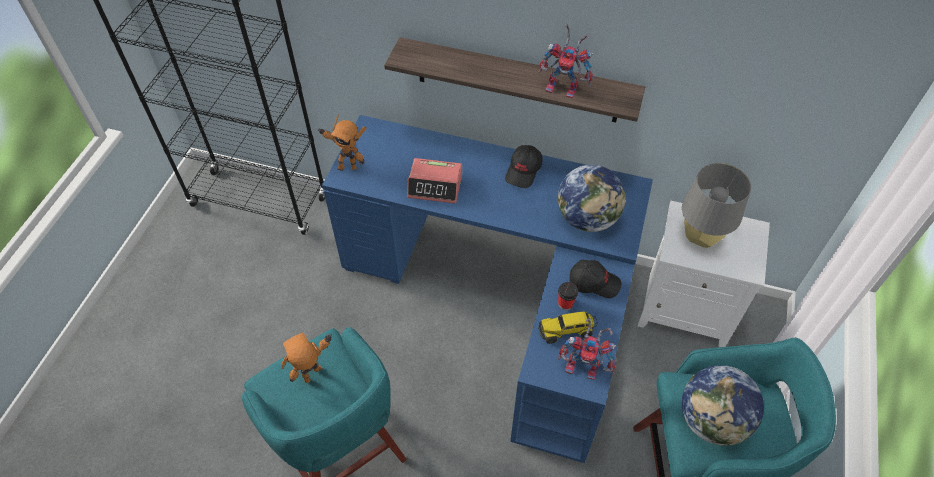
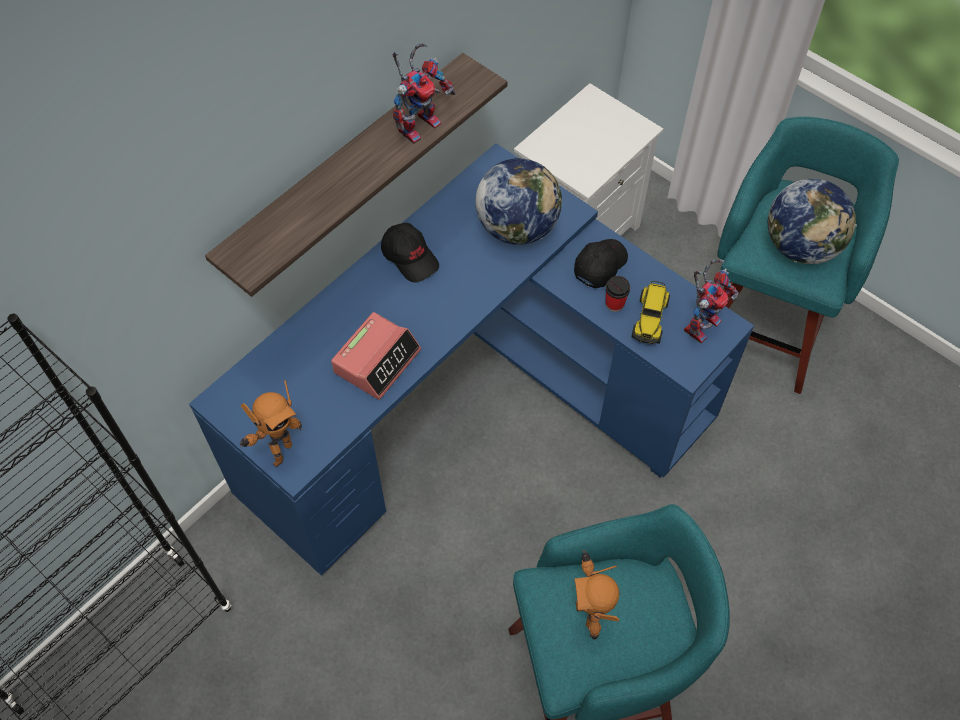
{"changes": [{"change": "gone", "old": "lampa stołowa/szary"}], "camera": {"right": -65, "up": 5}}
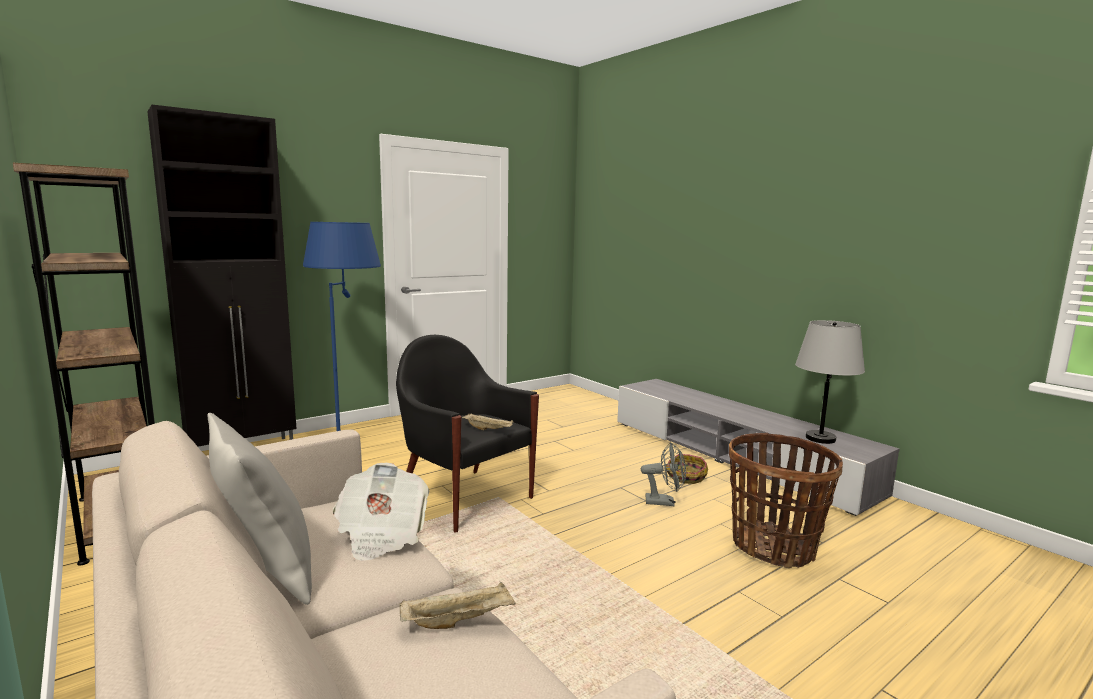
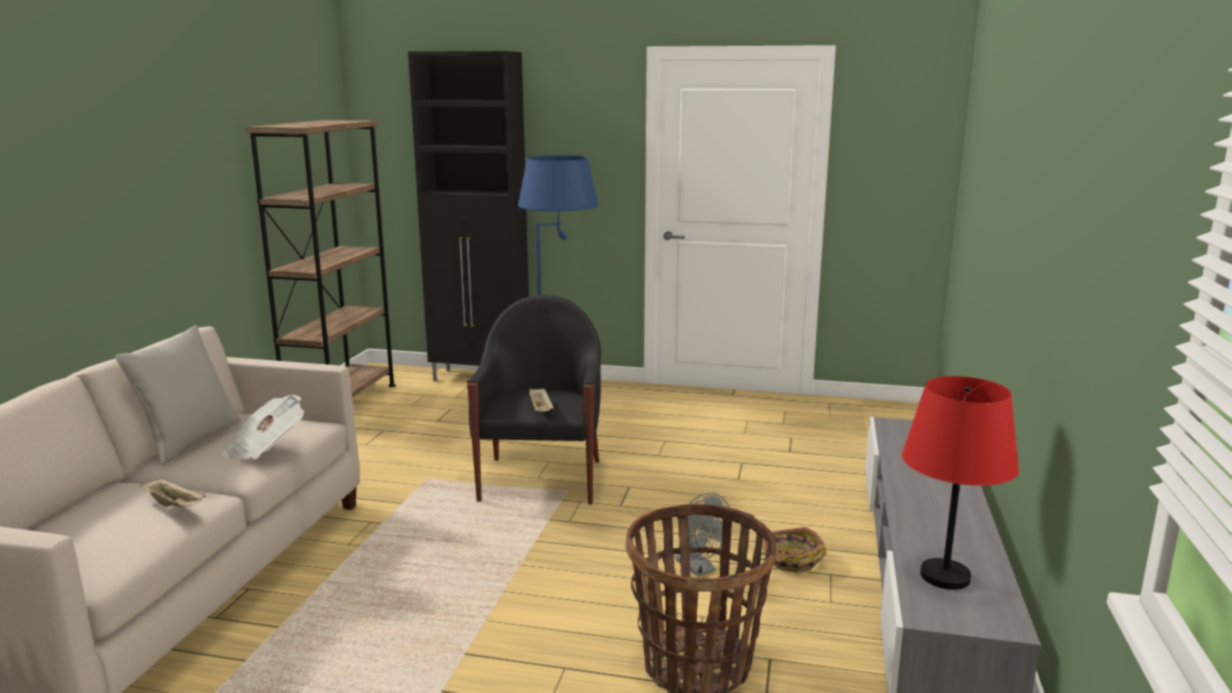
{"changes": [{"change": "repainted", "old": "lampa stołowa/szary", "new": "lampa stołowa/czerwony"}], "camera": {"right": 50, "up": 5}}
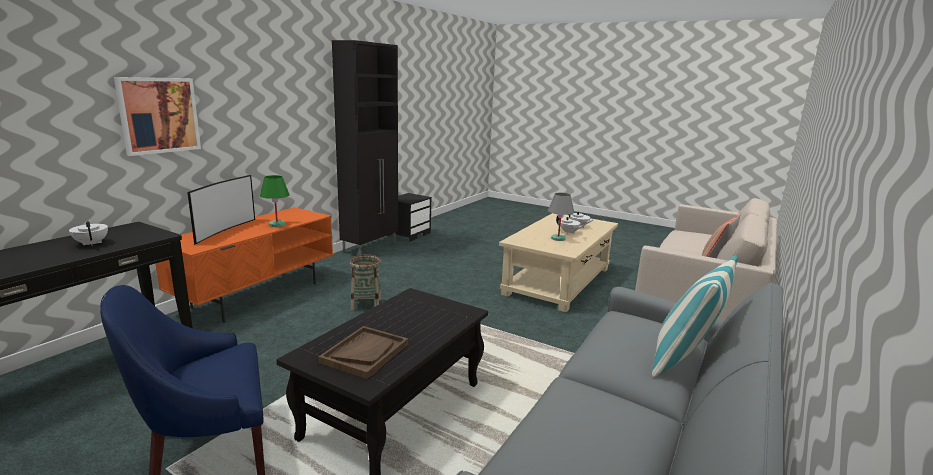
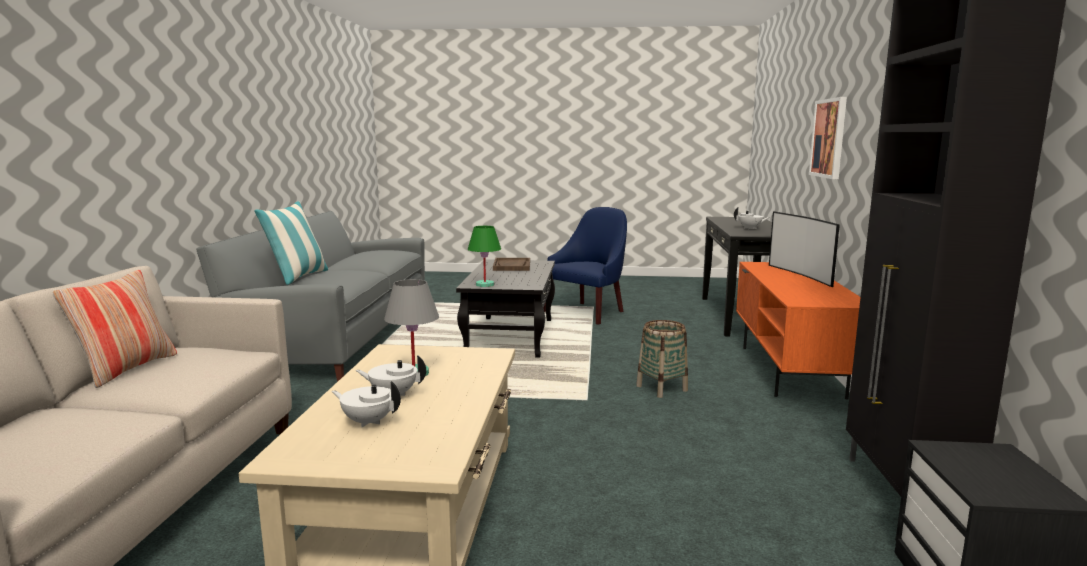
{"changes": [{"change": "shifted", "old": "lampa stołowa/zielony"}], "camera": {"right": 155, "up": -5}}
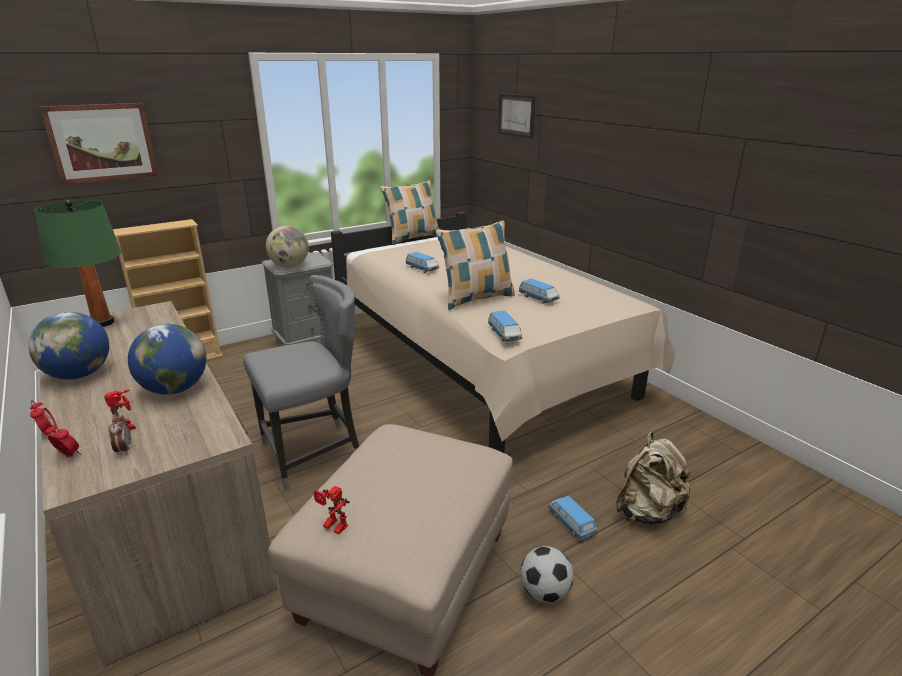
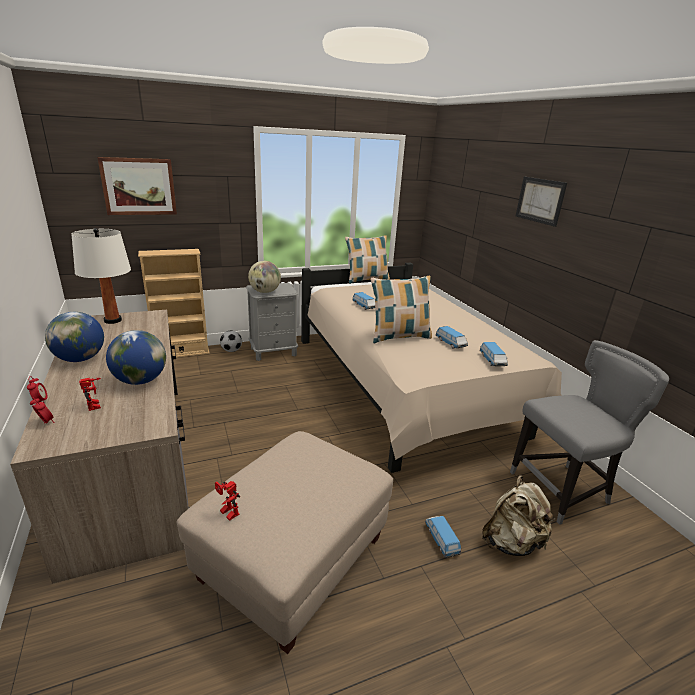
{"changes": [{"change": "repainted", "old": "lampa stołowa/zielony", "new": "lampa stołowa/biały"}, {"change": "gone", "old": "budzik (no. 3 from left)"}, {"change": "shifted", "old": "krzesło/szary"}, {"change": "shifted", "old": "samochodzik (no. 2 from left in the first image)", "new": "samochodzik (no. 4 from left)"}, {"change": "shifted", "old": "obraz (no. 2 from left)"}, {"change": "shifted", "old": "piłka futbolowa"}], "camera": {"right": 10, "up": 0}}
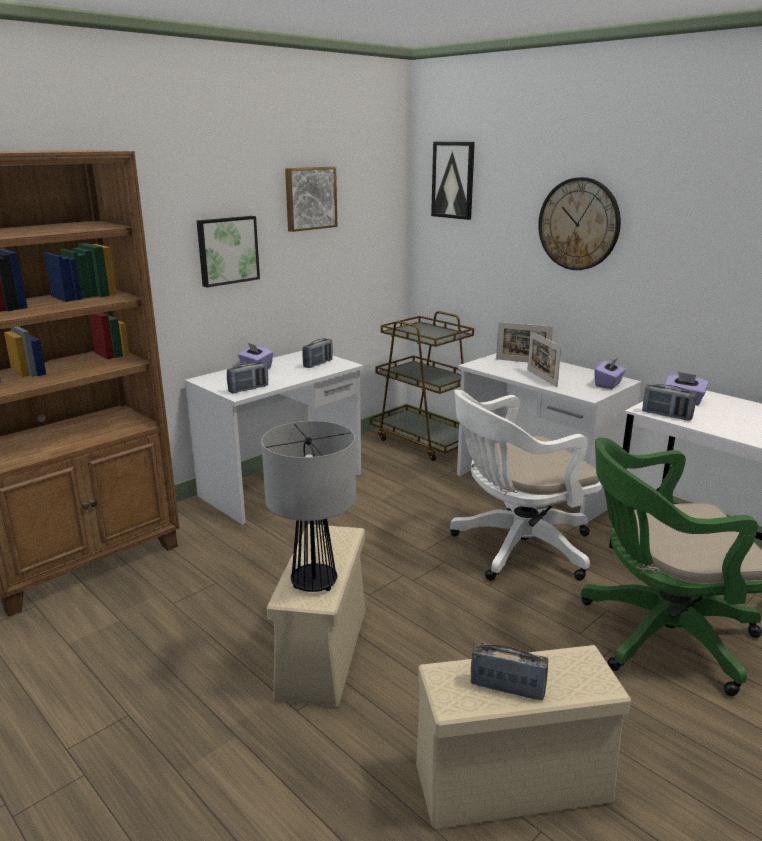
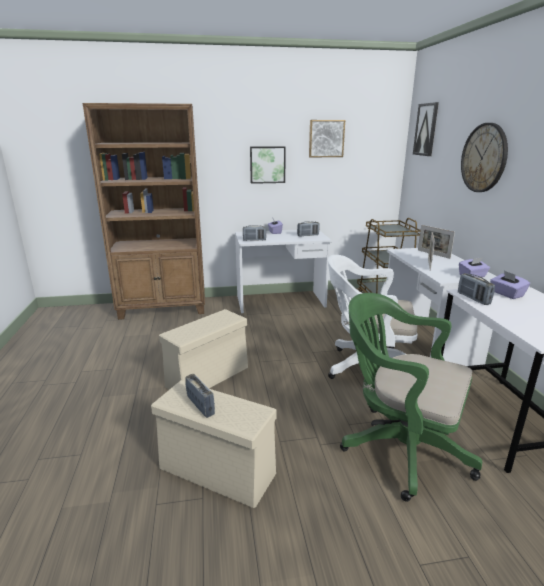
{"changes": [{"change": "gone", "old": "lampa stołowa"}], "camera": {"right": 35, "up": 0}}
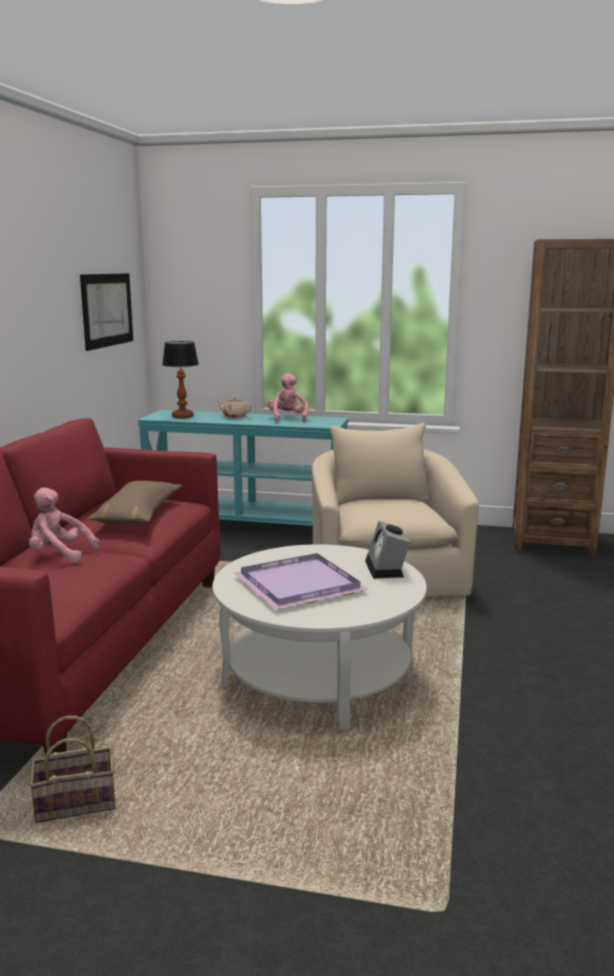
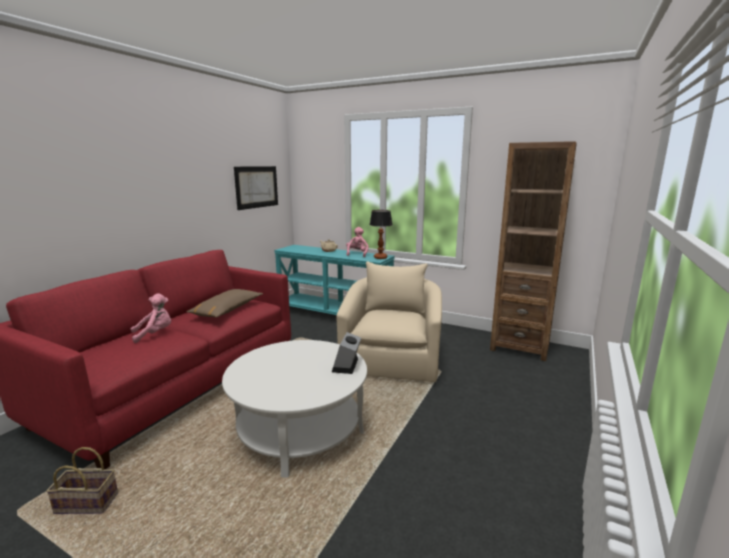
{"changes": [{"change": "rotated", "old": "pluszak/różowy (no. 1 from left)", "degrees": 120}, {"change": "shifted", "old": "lampa stołowa"}, {"change": "gone", "old": "taca/fioletowy"}], "camera": {"right": 15, "up": 0}}
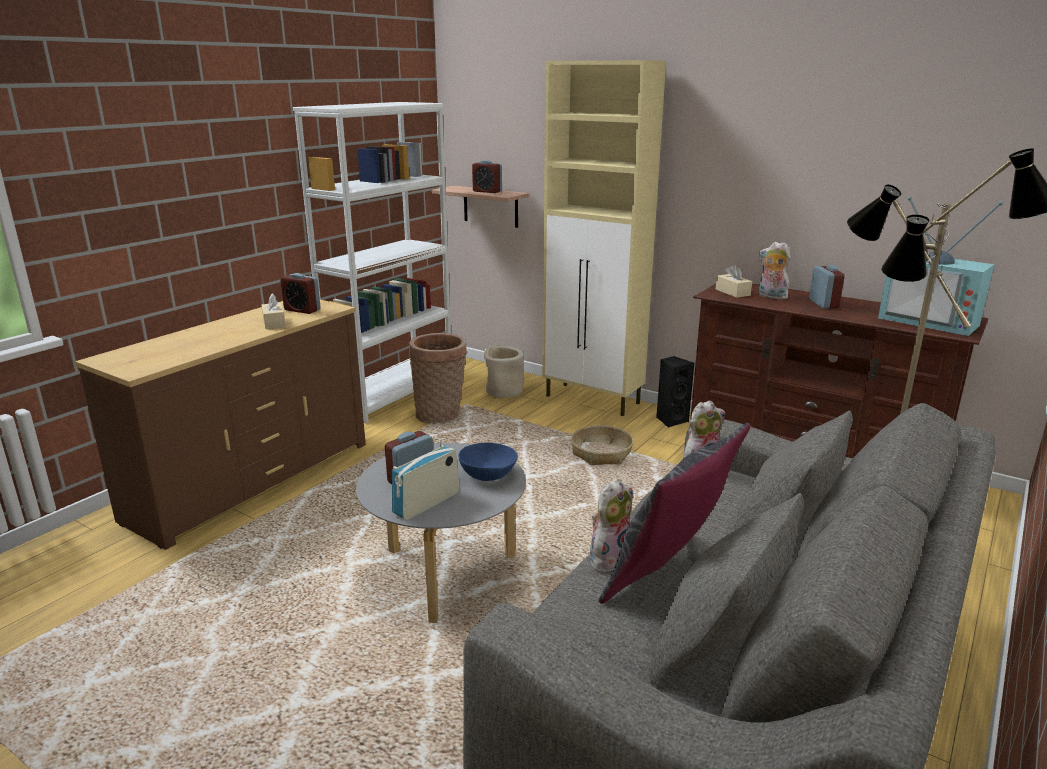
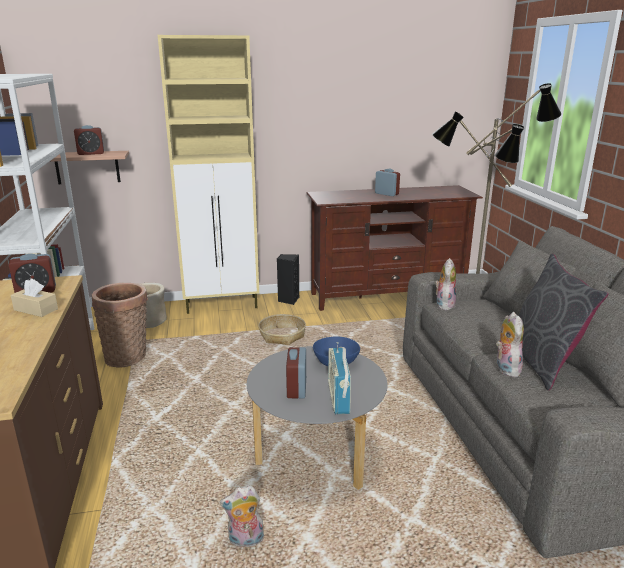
{"changes": [{"change": "gone", "old": "pudełko chusteczek/beżowy (no. 2 from left)"}, {"change": "shifted", "old": "pluszak (no. 3 from left in the first image)", "new": "pluszak (no. 1 from left)"}, {"change": "gone", "old": "telewizor"}], "camera": {"right": -45, "up": 0}}
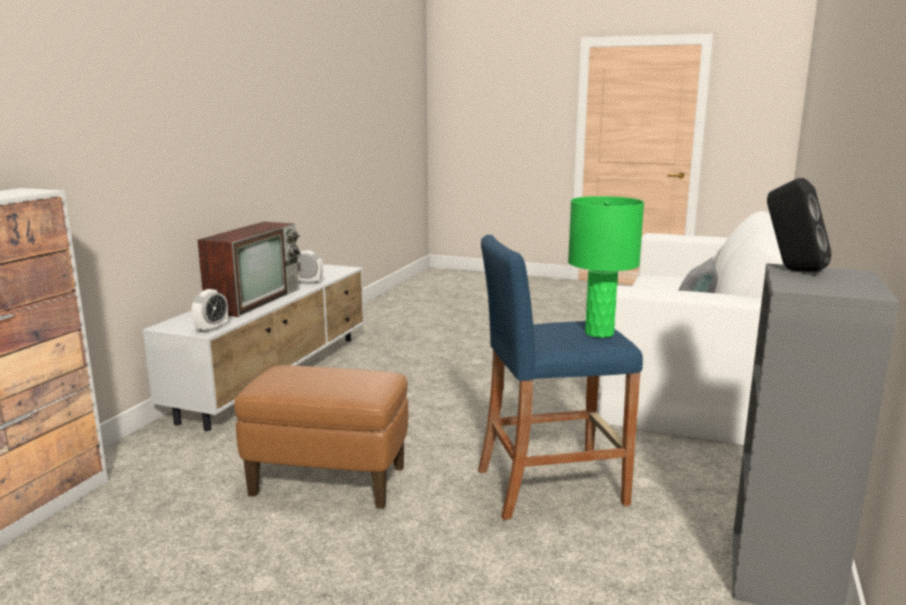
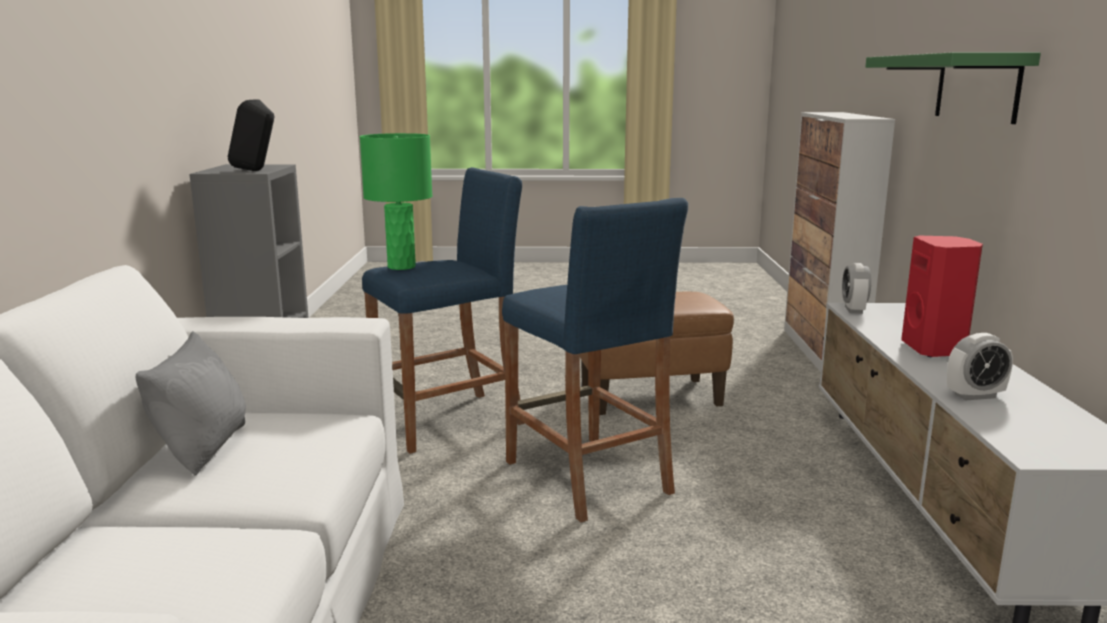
{"changes": [{"change": "swapped", "old": "telewizor", "new": "głośnik/czerwony"}, {"change": "new", "new": "stołek/niebieski (no. 2 from left)"}, {"change": "new", "new": "półka/zielony"}], "camera": {"right": 160, "up": 0}}
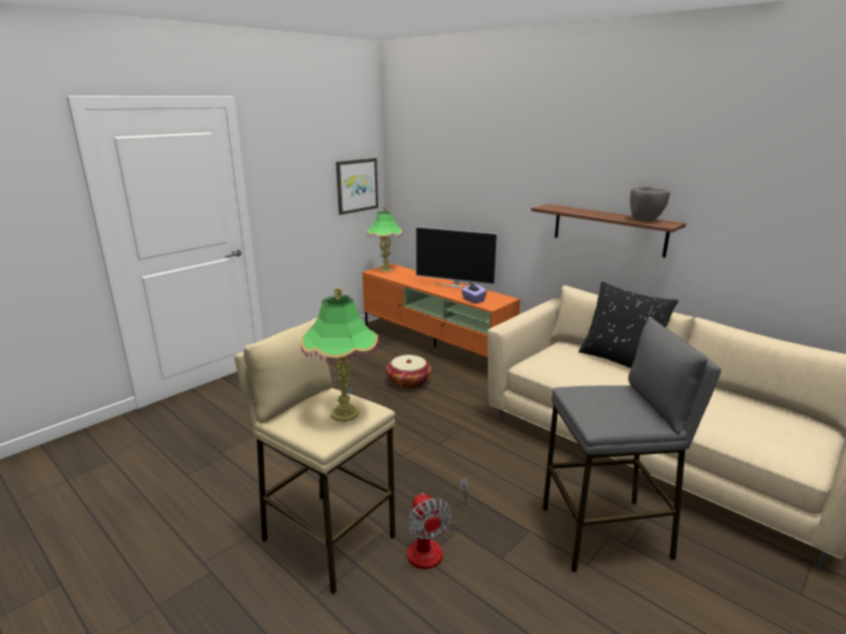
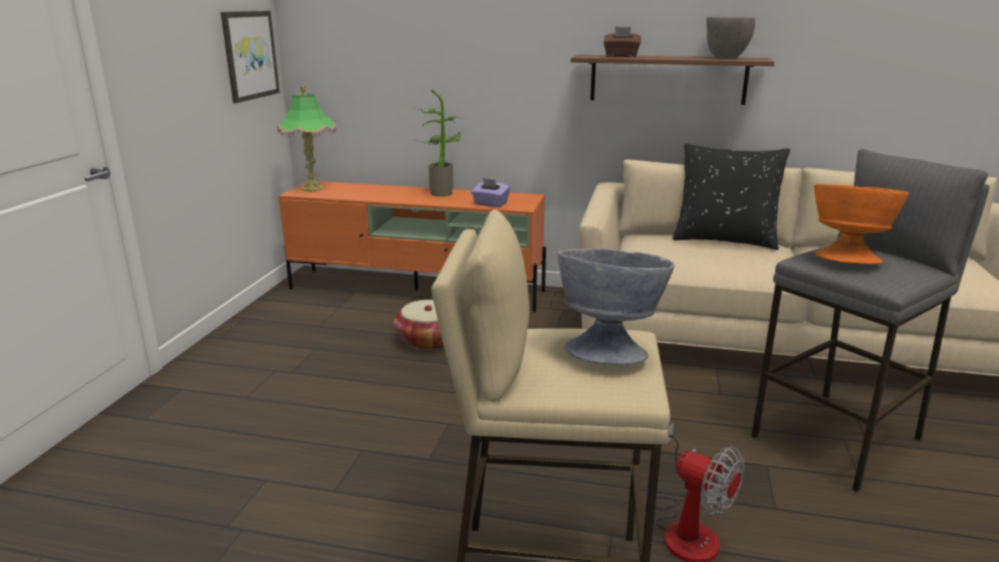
{"changes": [{"change": "swapped", "old": "lampa stołowa (no. 1 from left)", "new": "miska/szary (no. 1 from left)"}, {"change": "swapped", "old": "telewizor", "new": "roślina doniczkowa"}, {"change": "new", "new": "pudełko chusteczek/brązowy"}, {"change": "new", "new": "miska/pomarańczowy"}], "camera": {"right": -30, "up": 0}}
